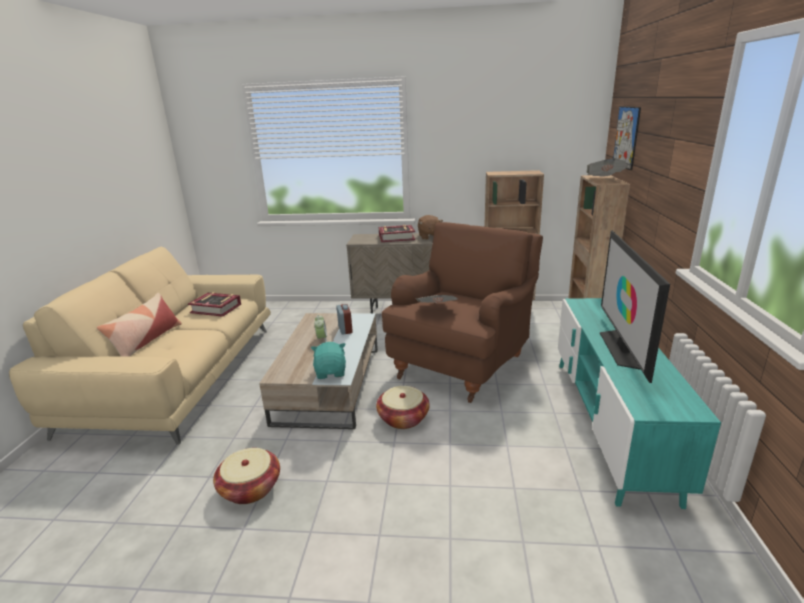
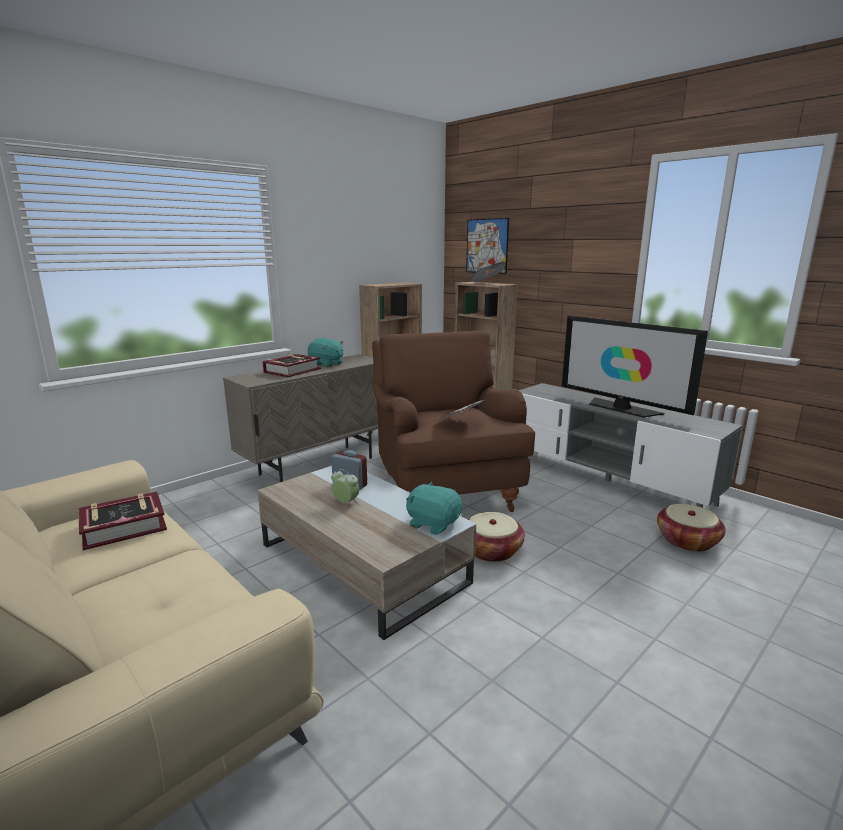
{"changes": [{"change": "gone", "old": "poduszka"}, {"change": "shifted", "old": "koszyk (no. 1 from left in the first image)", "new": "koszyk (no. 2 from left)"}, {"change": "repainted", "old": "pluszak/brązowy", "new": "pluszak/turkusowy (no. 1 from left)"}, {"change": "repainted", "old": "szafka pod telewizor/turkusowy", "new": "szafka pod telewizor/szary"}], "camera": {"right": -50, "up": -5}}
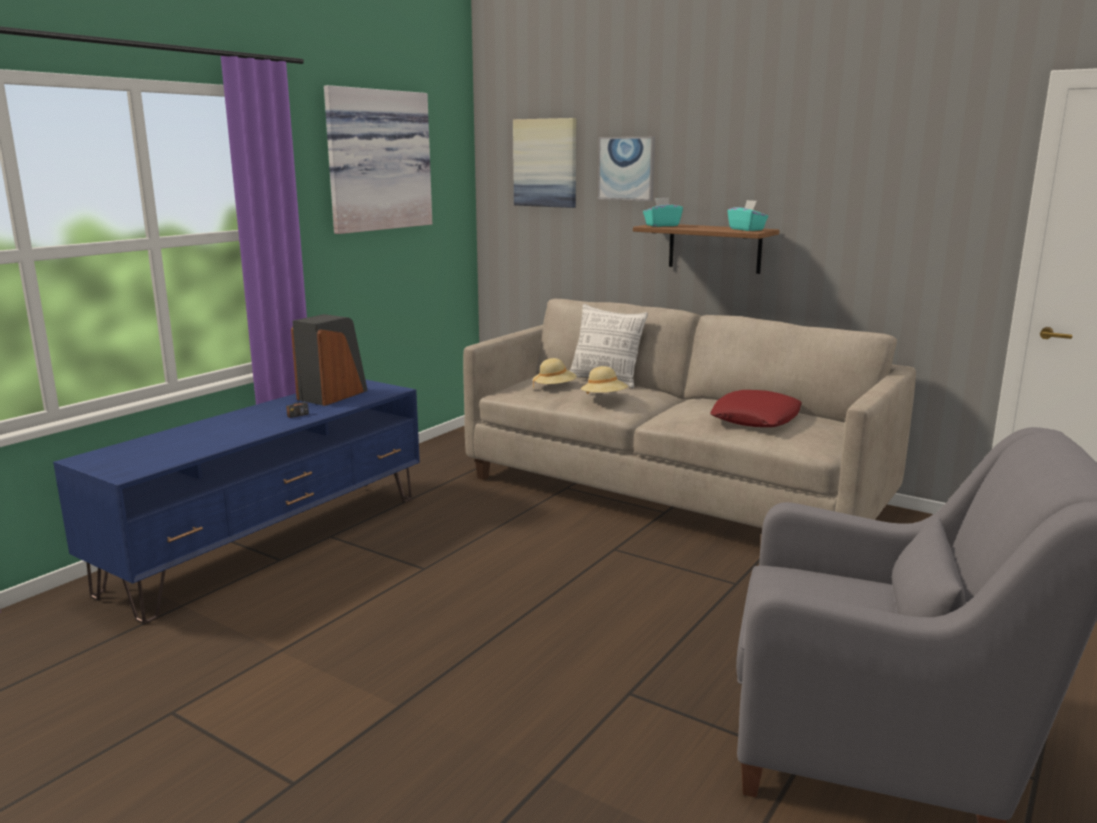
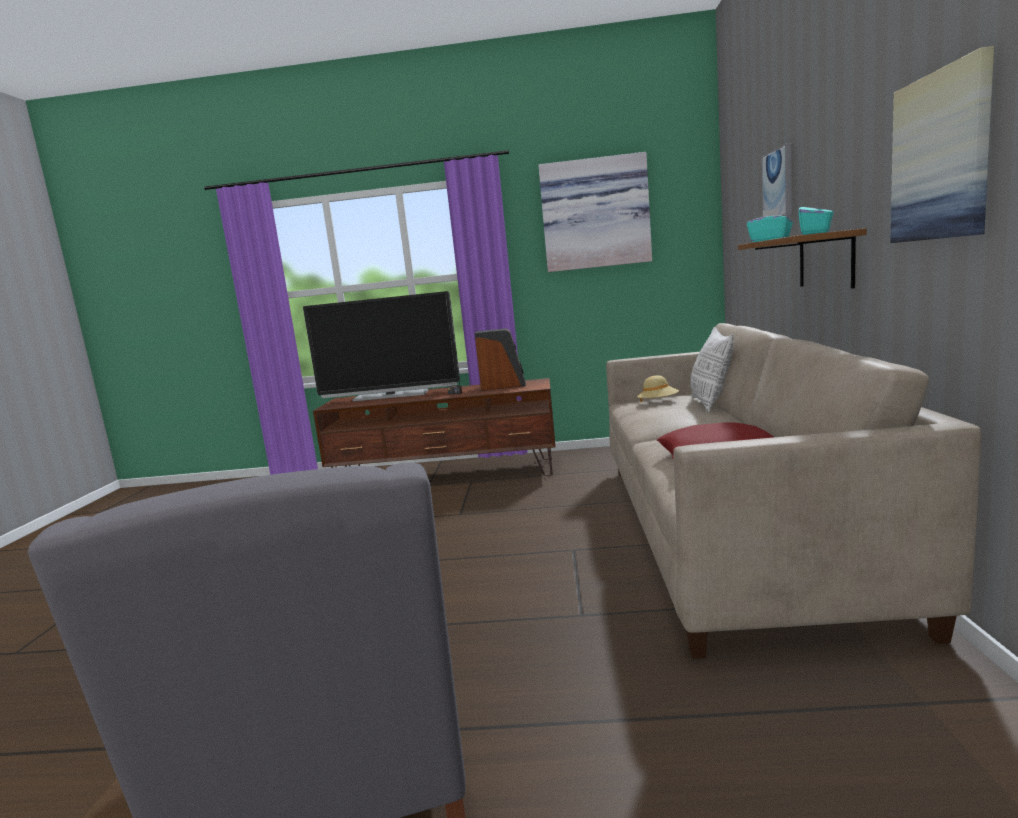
{"changes": [{"change": "repainted", "old": "szafka pod telewizor/niebieski", "new": "szafka pod telewizor/brązowy"}, {"change": "shifted", "old": "obraz (no. 2 from left in the first image)", "new": "obraz (no. 3 from left)"}, {"change": "gone", "old": "kapelusz/beżowy (no. 2 from left)"}, {"change": "new", "new": "telewizor"}], "camera": {"right": 60, "up": -5}}
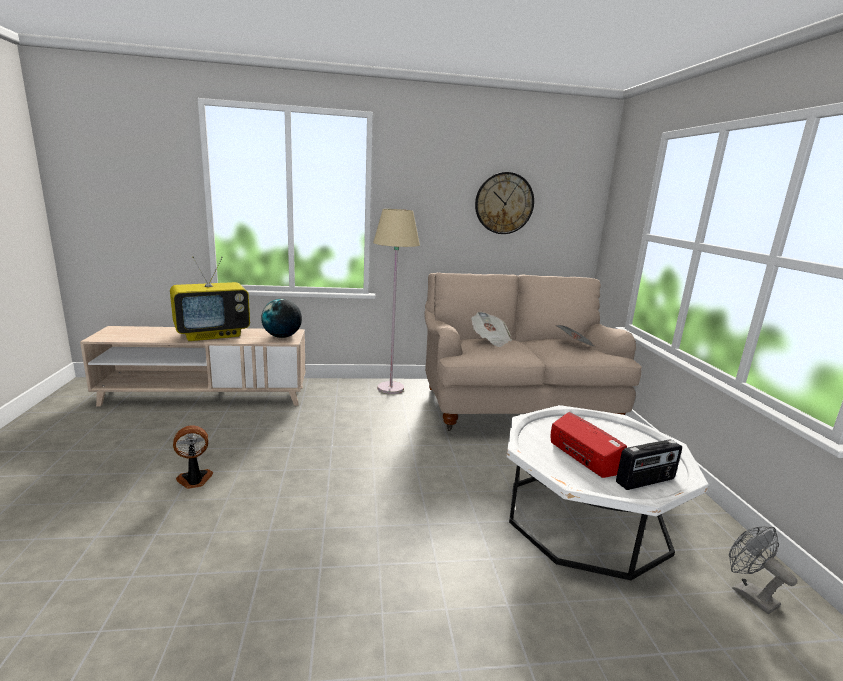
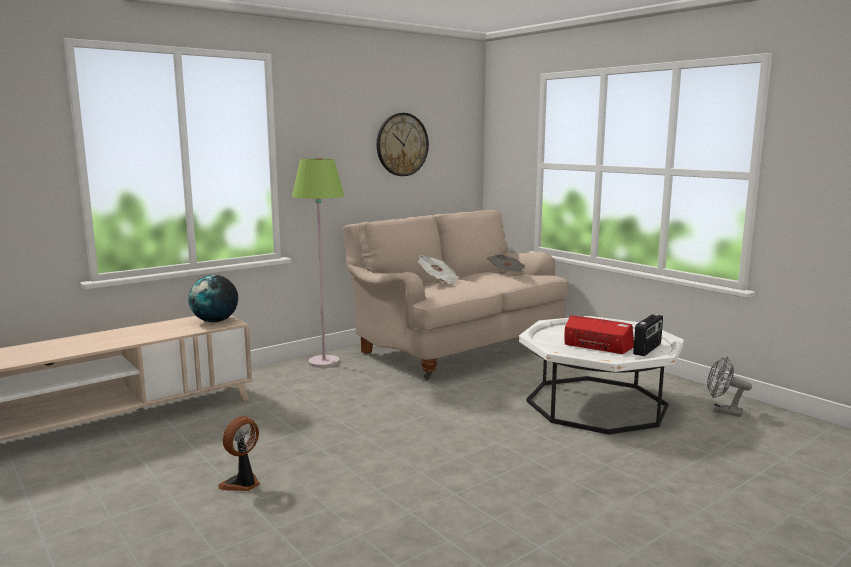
{"changes": [{"change": "gone", "old": "telewizor"}, {"change": "repainted", "old": "lampa stojąca/beżowy", "new": "lampa stojąca/zielony"}], "camera": {"right": -30, "up": -5}}
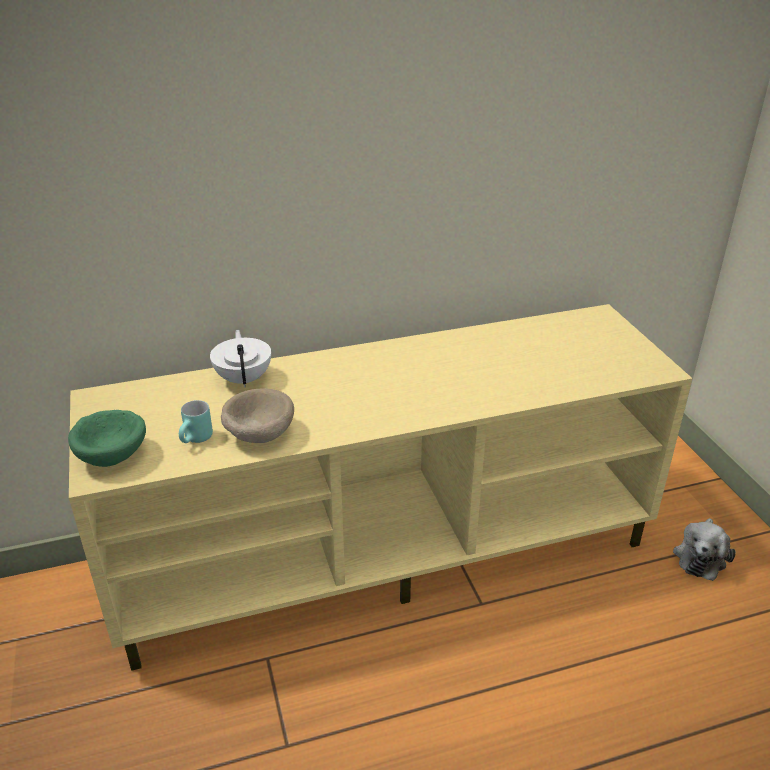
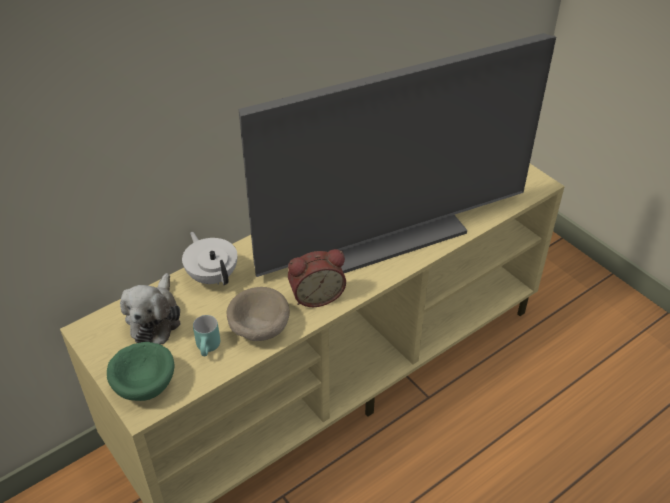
{"changes": [{"change": "shifted", "old": "pluszak"}, {"change": "new", "new": "telewizor"}, {"change": "new", "new": "budzik"}], "camera": {"right": -20, "up": 10}}
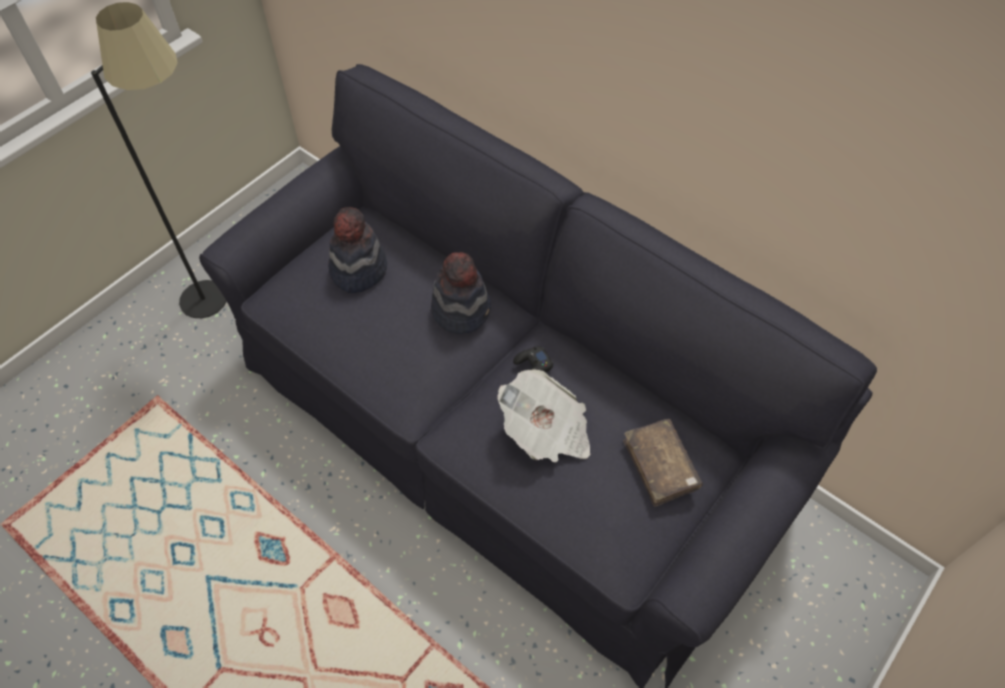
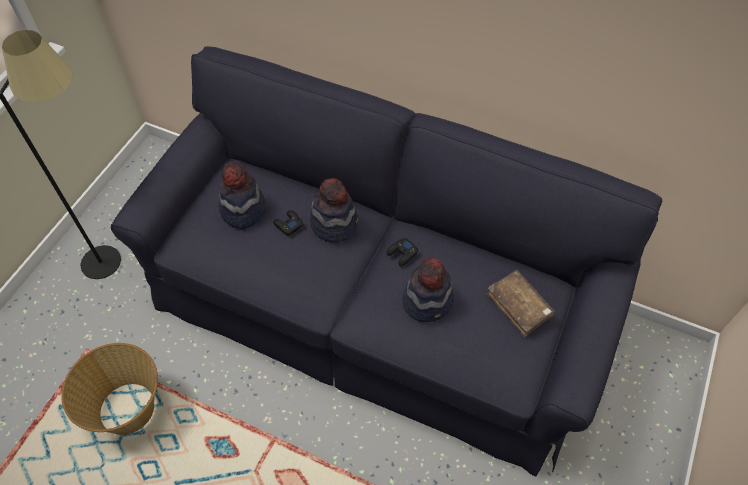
{"changes": [{"change": "swapped", "old": "gazeta", "new": "kapelusz (no. 3 from left)"}, {"change": "new", "new": "koszyk"}, {"change": "new", "new": "pad do gier/czarny (no. 1 from left)"}], "camera": {"right": -15, "up": 0}}
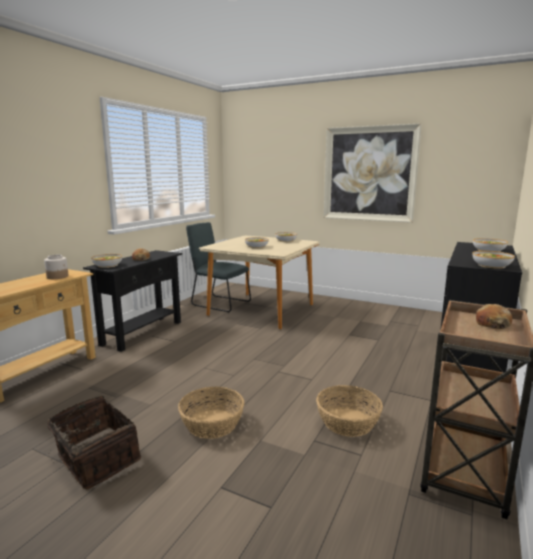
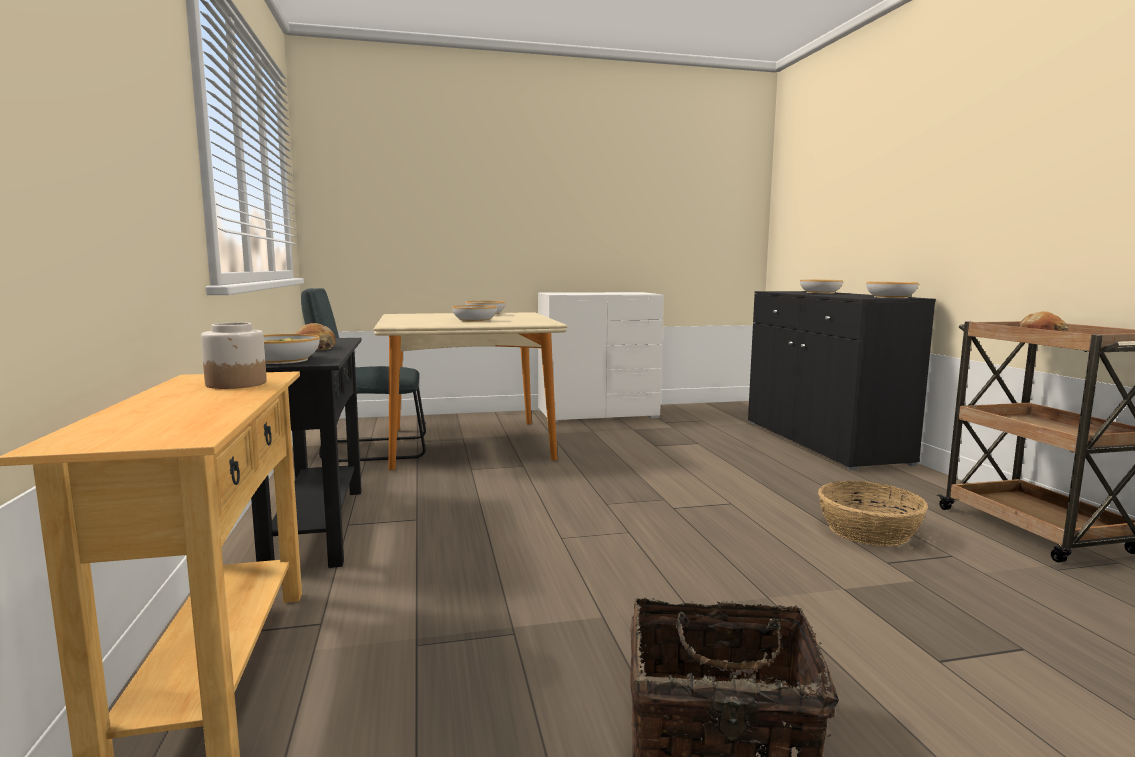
{"changes": [{"change": "gone", "old": "koszyk (no. 2 from left)"}, {"change": "gone", "old": "obraz"}, {"change": "new", "new": "komoda/biały"}], "camera": {"right": -40, "up": -5}}
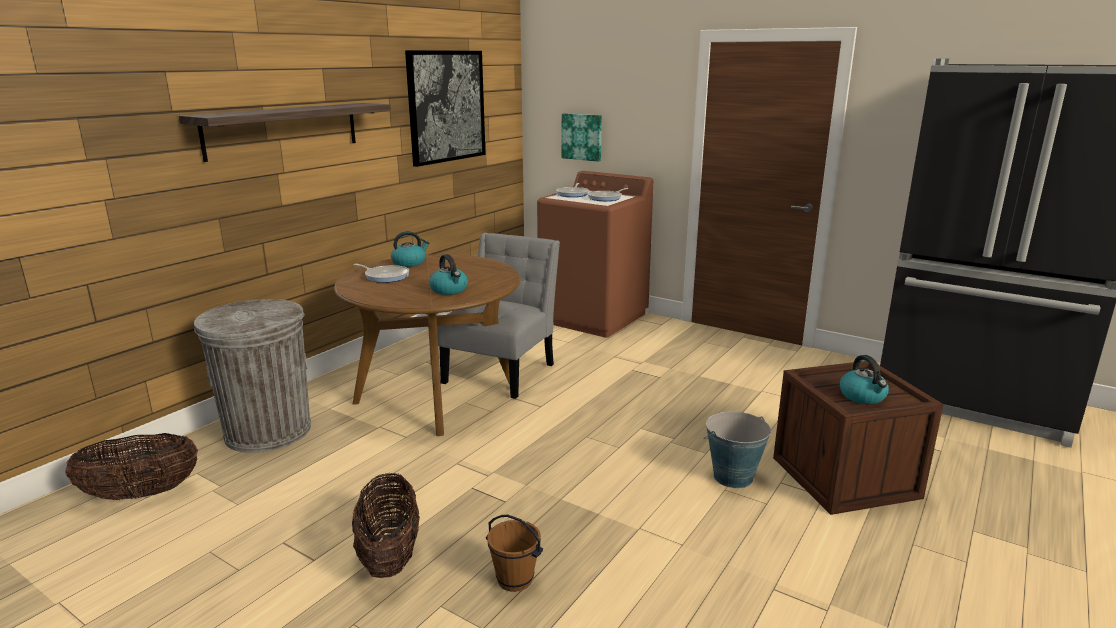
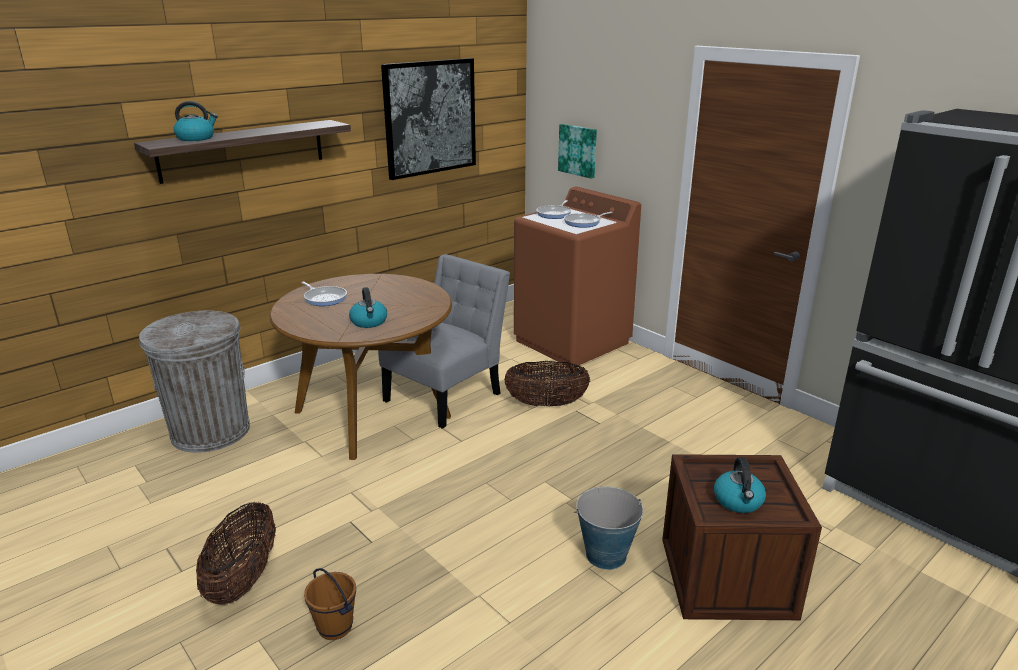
{"changes": [{"change": "shifted", "old": "koszyk (no. 1 from left in the first image)", "new": "koszyk (no. 2 from left)"}, {"change": "shifted", "old": "czajnik (no. 1 from left)"}], "camera": {"right": 15, "up": 5}}
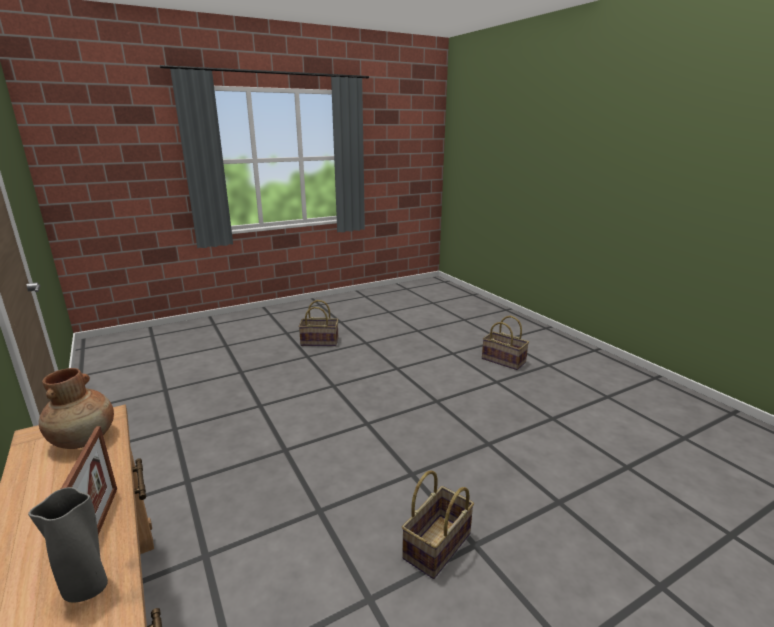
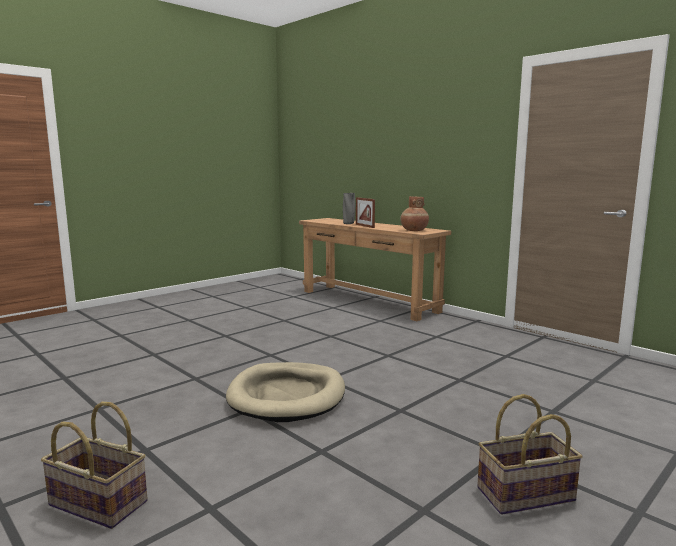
{"changes": [{"change": "gone", "old": "koszyk (no. 2 from left)"}, {"change": "new", "new": "legowisko/beżowy"}], "camera": {"right": 165, "up": -10}}
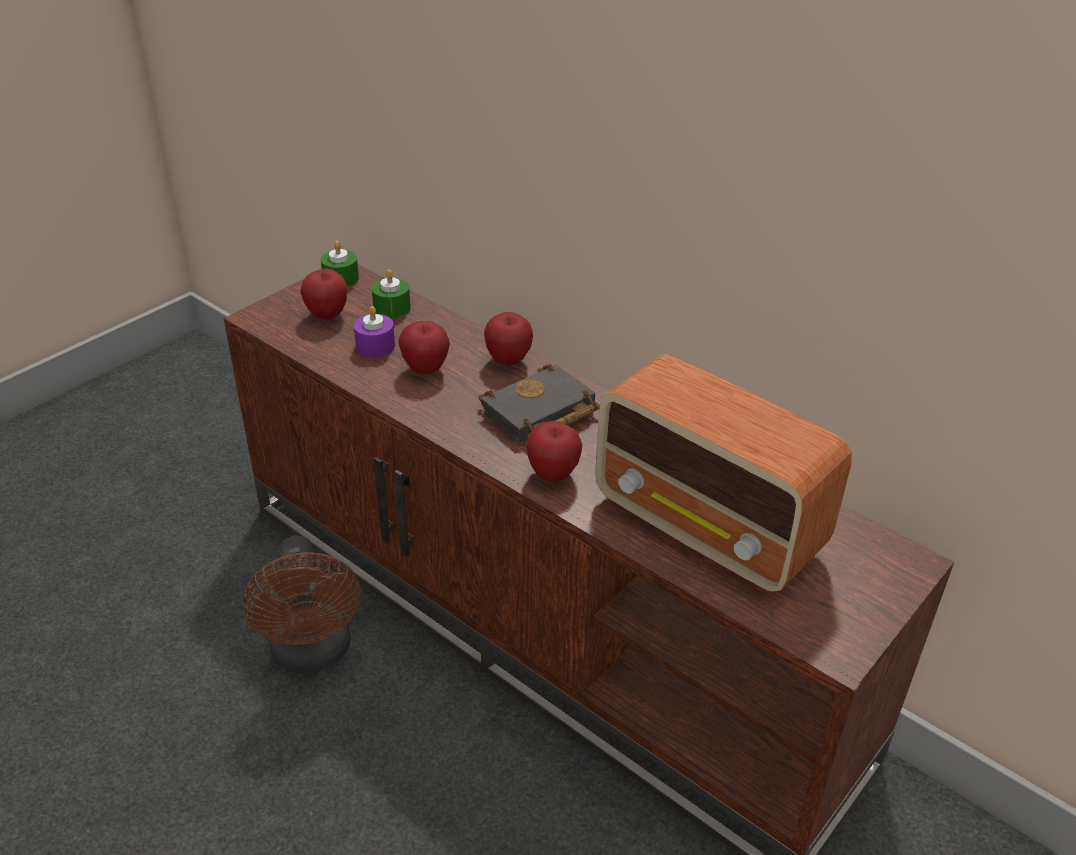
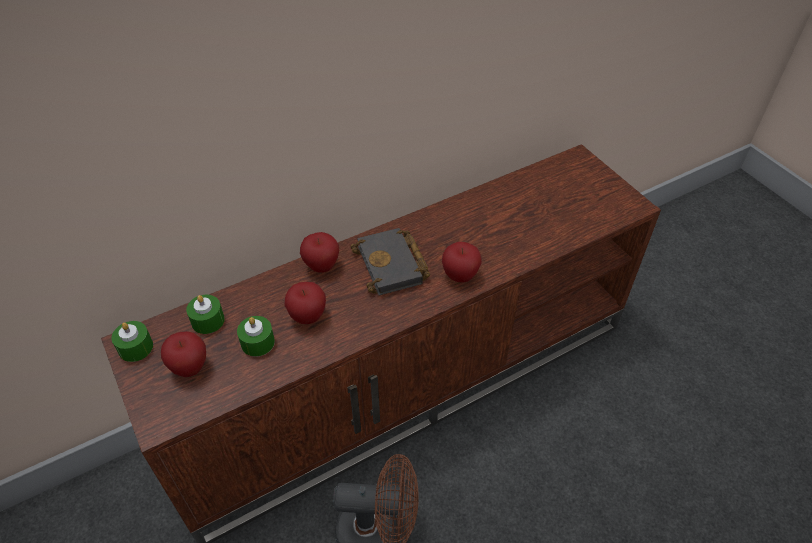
{"changes": [{"change": "repainted", "old": "świeca/fioletowy", "new": "świeca/zielony (no. 3 from left)"}, {"change": "gone", "old": "radio"}], "camera": {"right": -70, "up": 10}}
